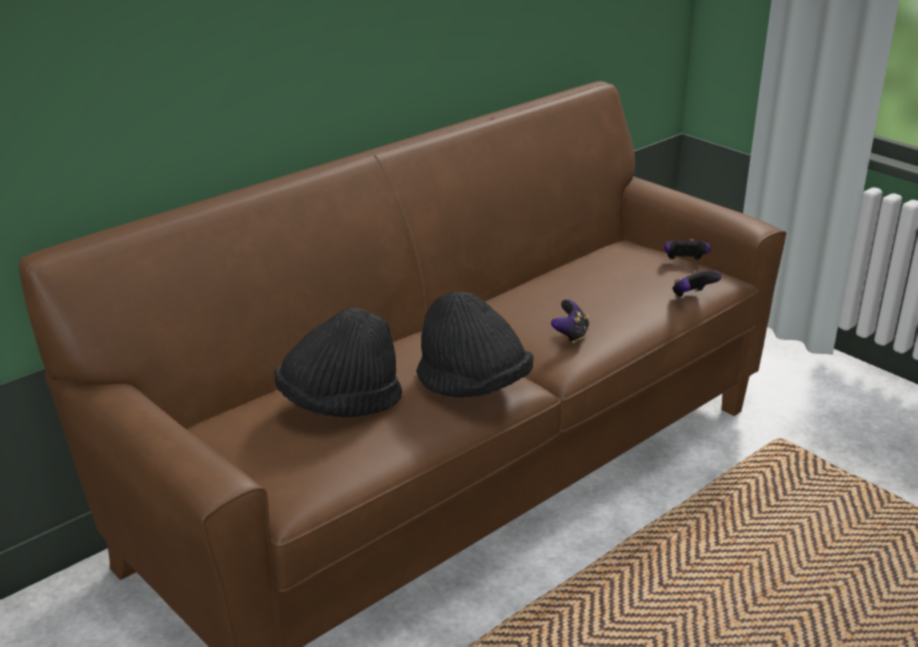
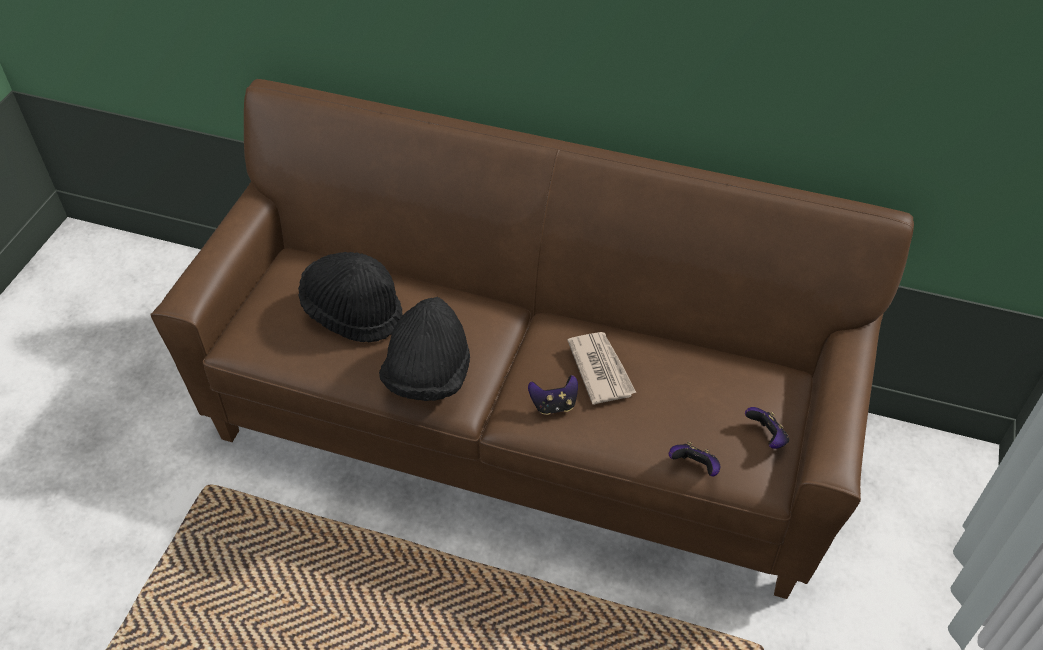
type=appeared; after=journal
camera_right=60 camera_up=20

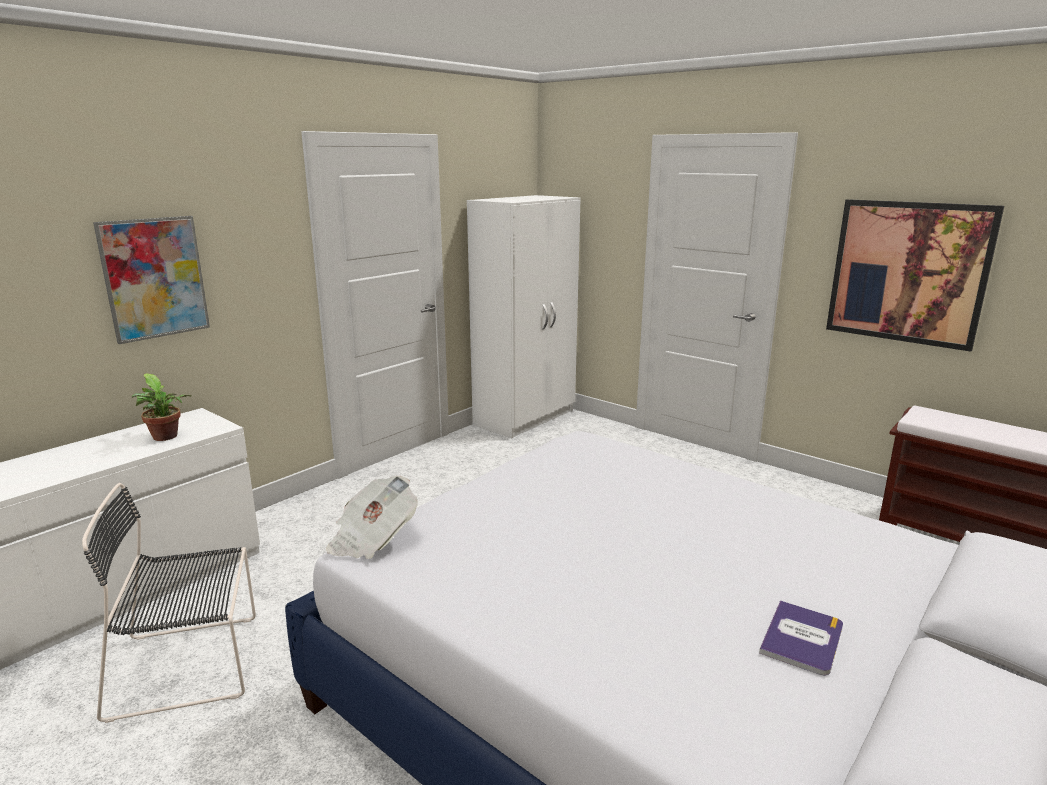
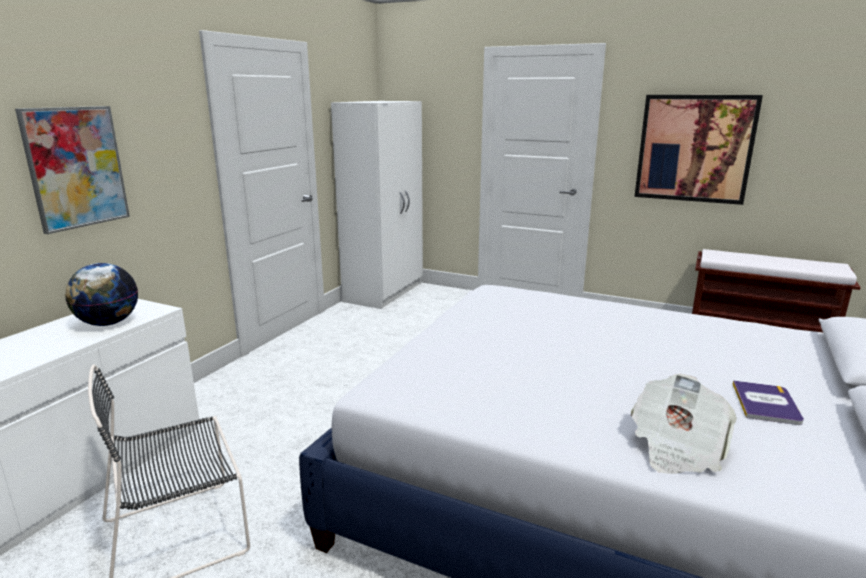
type=relocated; before=journal
type=exchanged; before=plante en pot; after=globe
camera_right=-15 camera_up=0

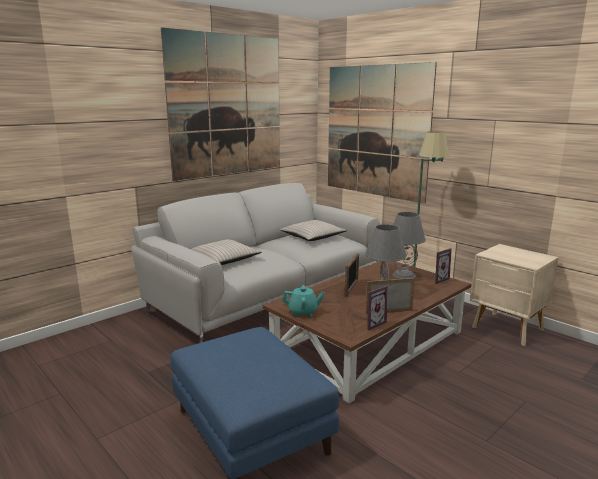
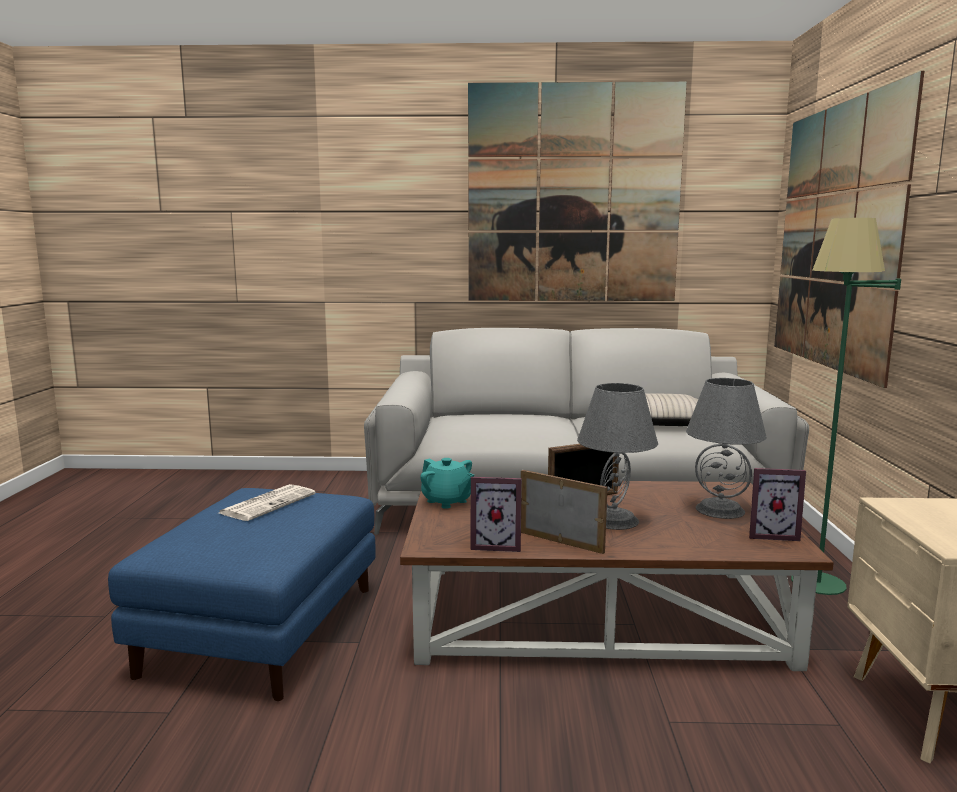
type=missing; before=coussin (beige) (no. 1 from left)
type=appeared; after=journal
camera_right=45 camera_up=-5

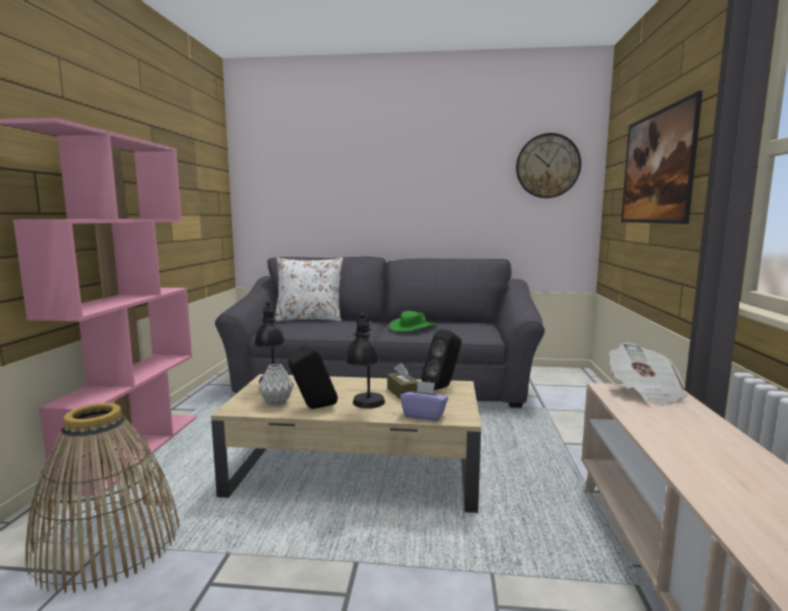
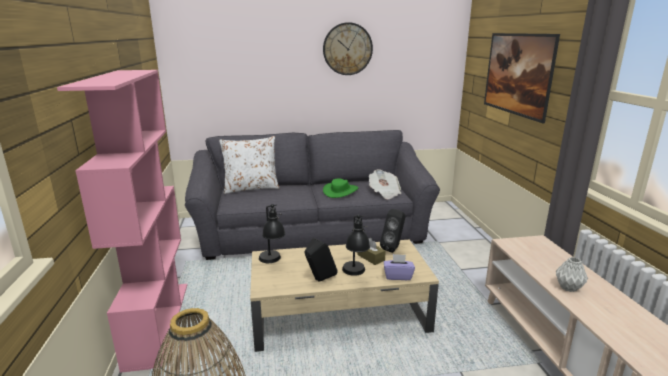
type=relocated; before=vase (gris)
type=relocated; before=horloge murale
type=relocated; before=journal
camera_right=-15 camera_up=10

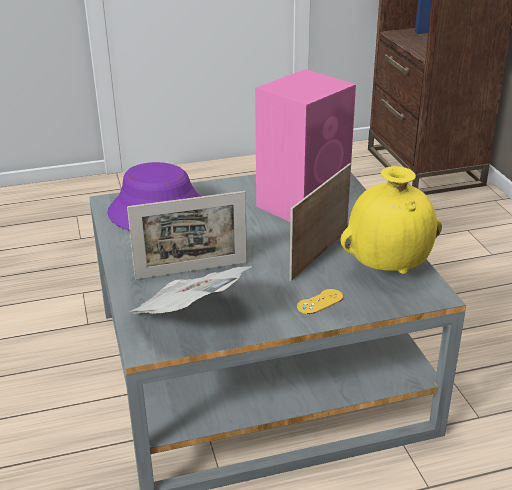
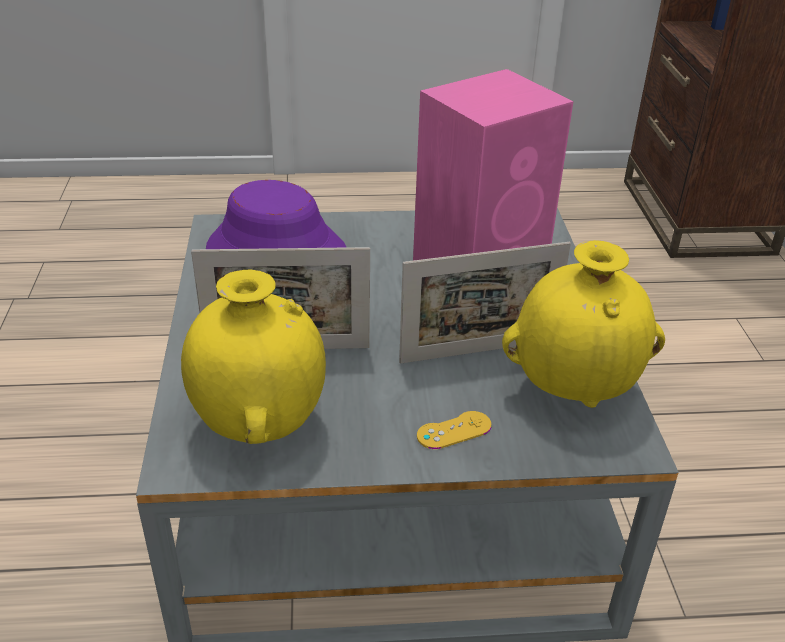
type=exchanged; before=journal; after=vase (jaune) (no. 1 from left)
type=spun; before=cadre photo (no. 2 from left); turn=-150
camera_right=10 camera_up=5

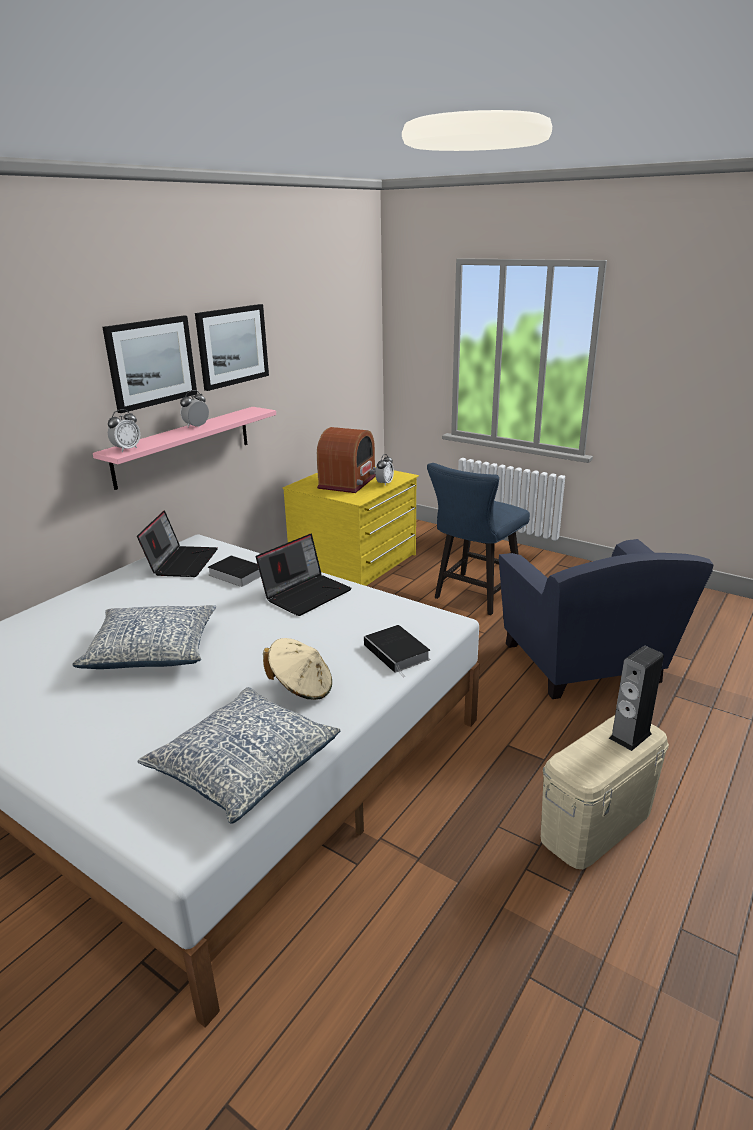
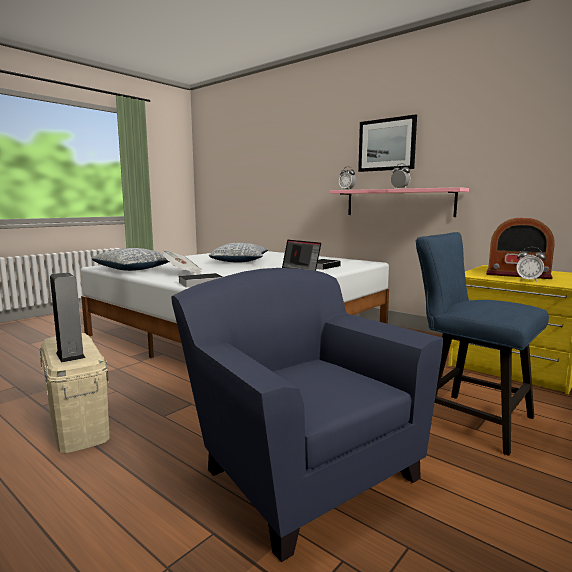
type=missing; before=ordinateur portable (no. 1 from left)
type=missing; before=tableau (no. 2 from left)
type=exchanged; before=chapeau (beige); after=journal
type=spun; before=fauteuil (bleu); turn=60
camera_right=95 camera_up=-15

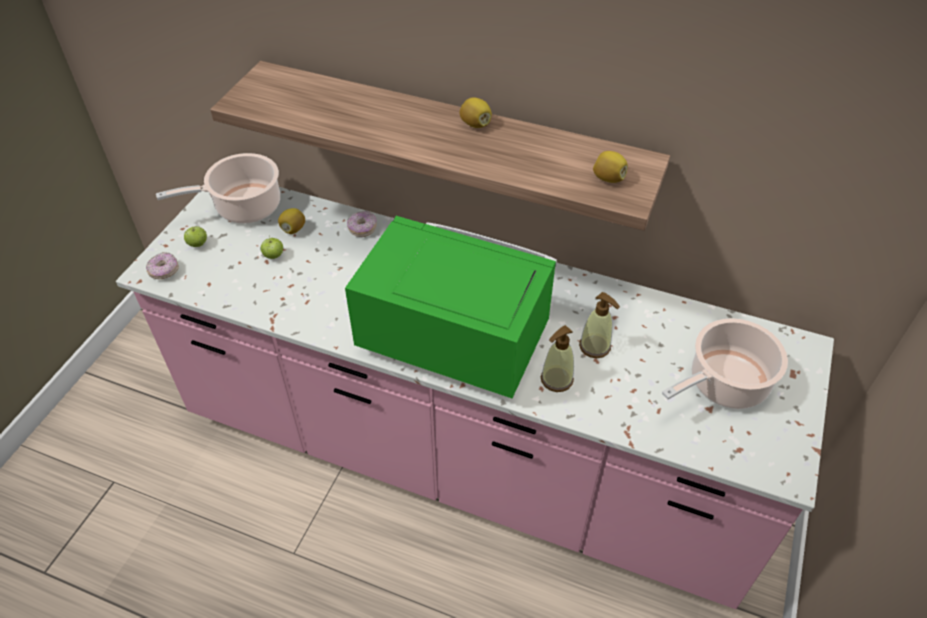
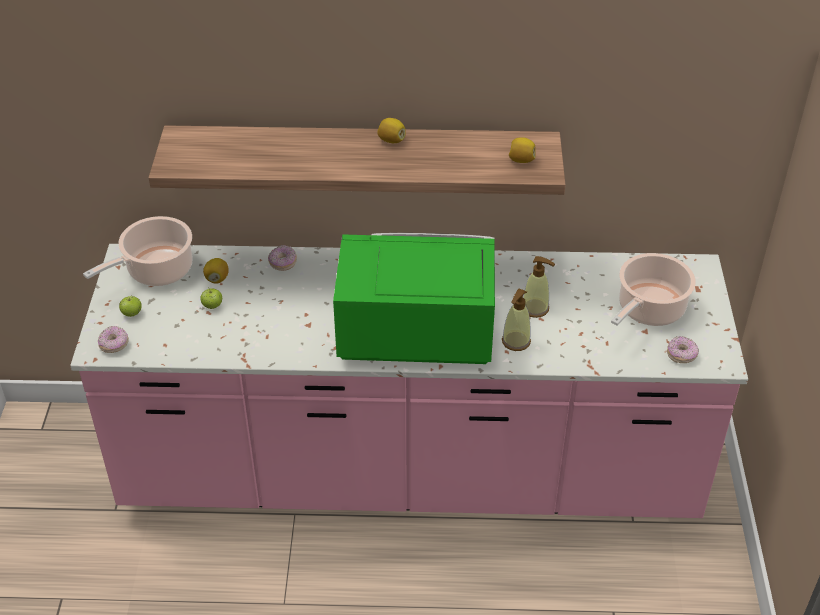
type=appeared; after=beignet (no. 3 from left)
camera_right=-20 camera_up=-5

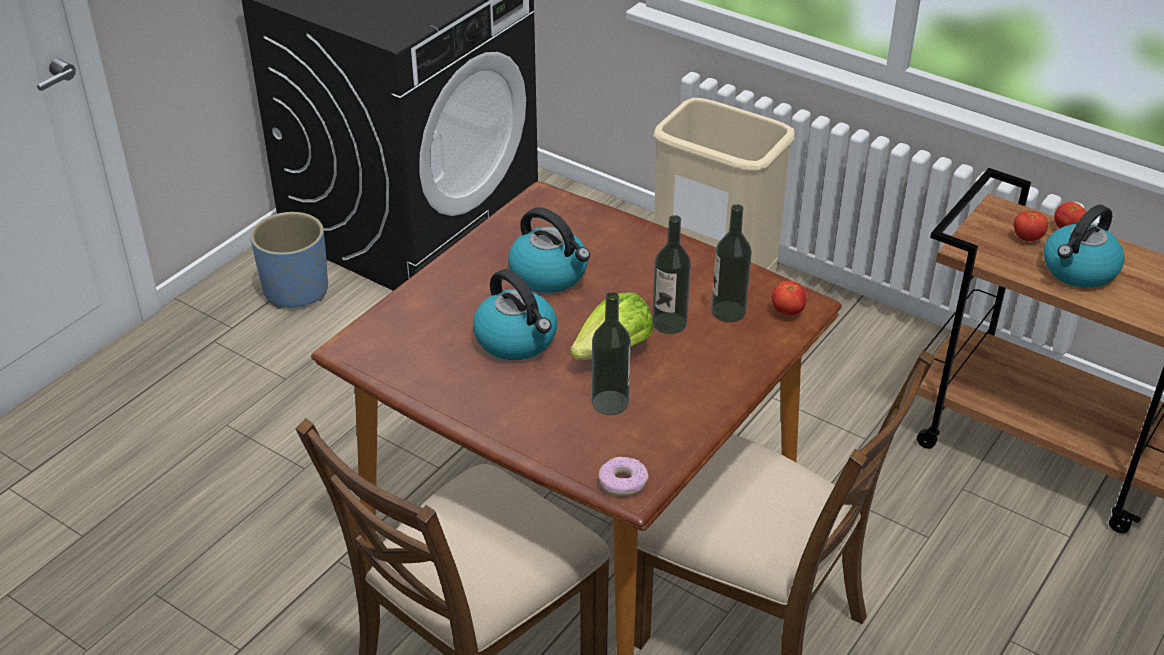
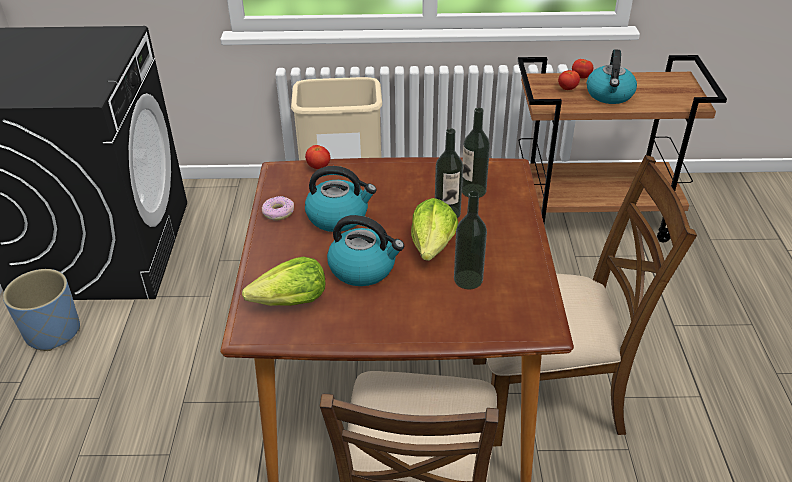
type=appeared; after=laitue (no. 1 from left)
type=relocated; before=beignet
type=relocated; before=tomate (no. 1 from left)
camera_right=-35 camera_up=0

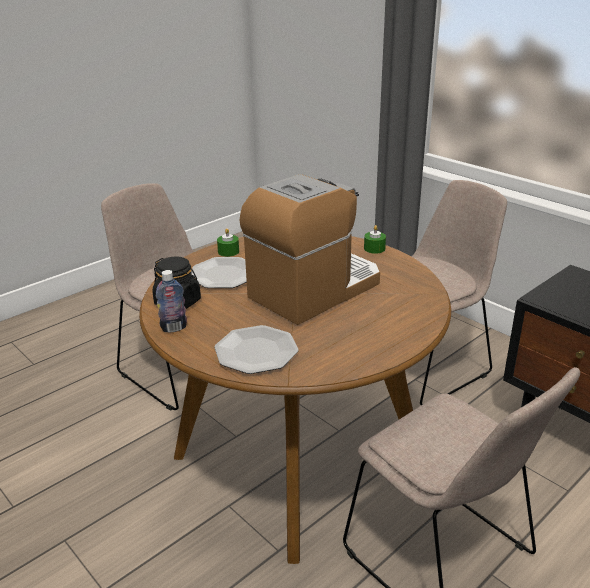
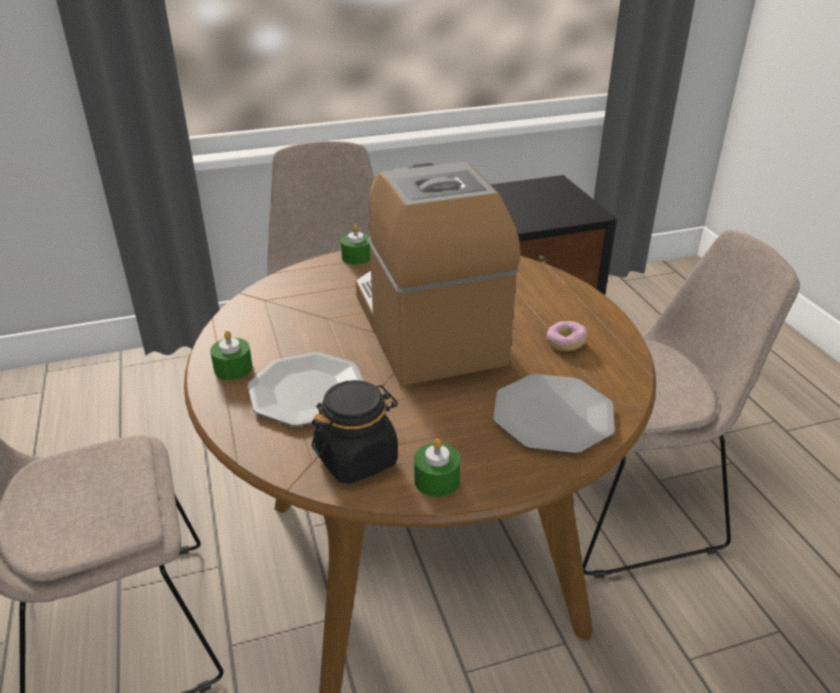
type=appeared; after=beignet
type=exchanged; before=bouteille; after=bougie (vert) (no. 3 from left)
camera_right=-65 camera_up=5

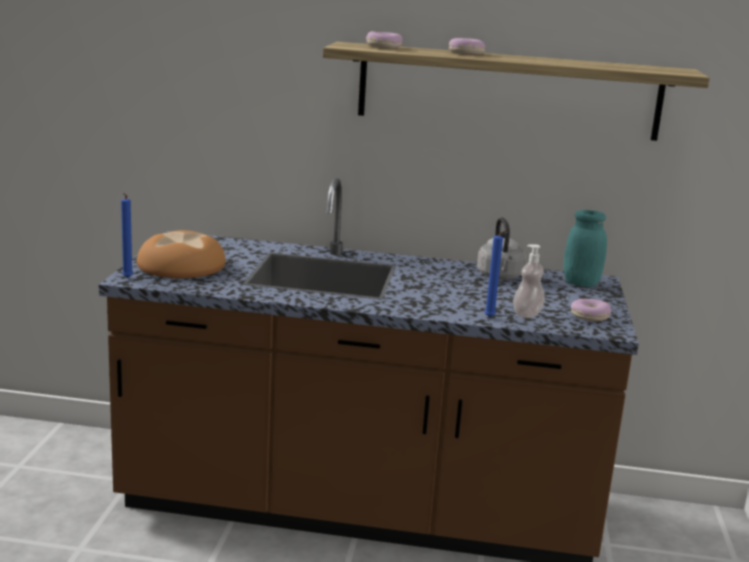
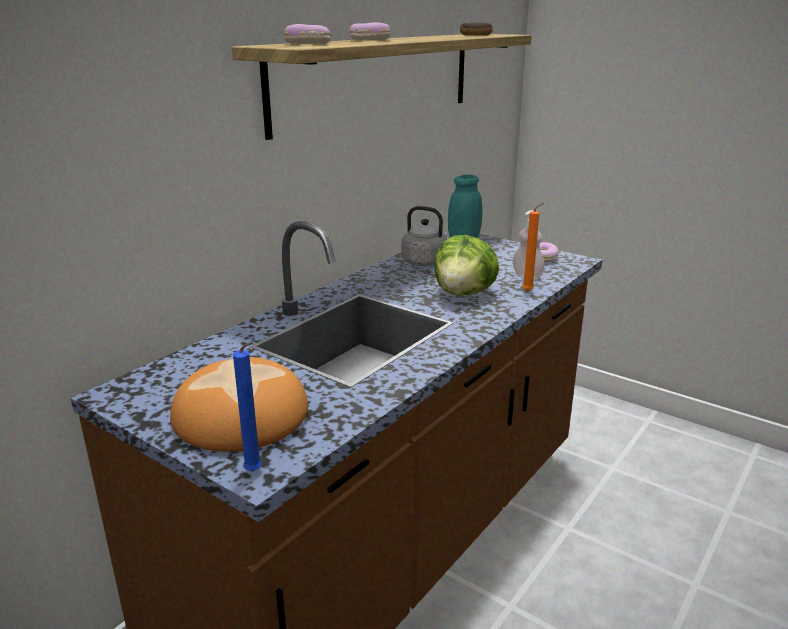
type=appeared; after=laitue
type=appeared; after=beignet (no. 3 from left)
type=colour; before=bougie (bleu) (no. 2 from left); after=bougie (orange)
camera_right=-60 camera_up=5

